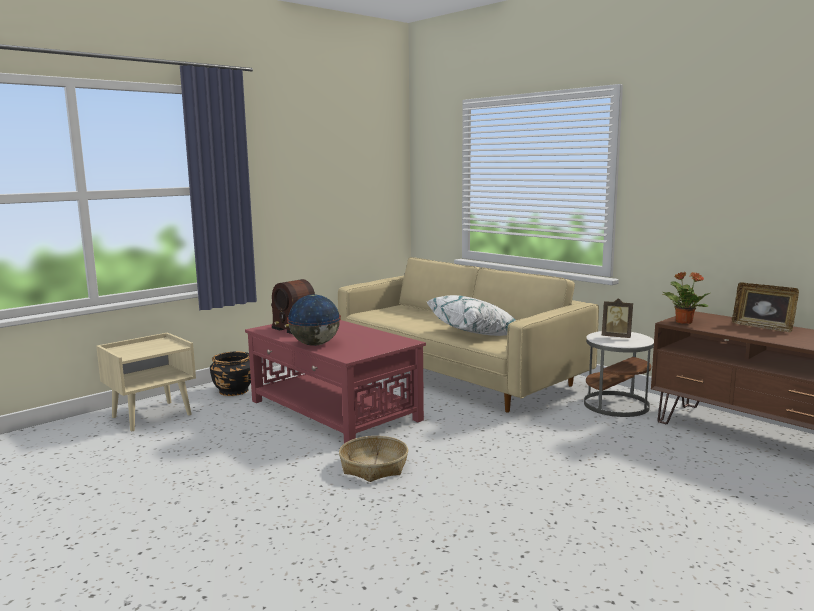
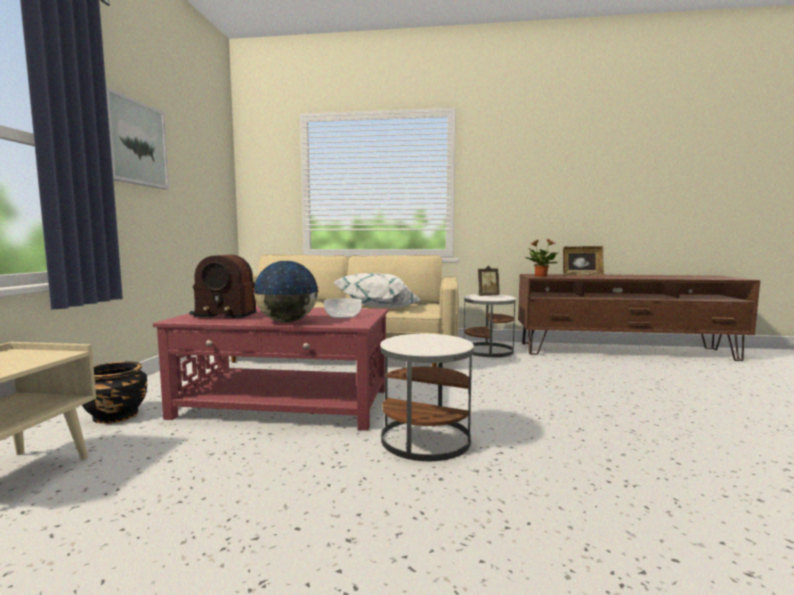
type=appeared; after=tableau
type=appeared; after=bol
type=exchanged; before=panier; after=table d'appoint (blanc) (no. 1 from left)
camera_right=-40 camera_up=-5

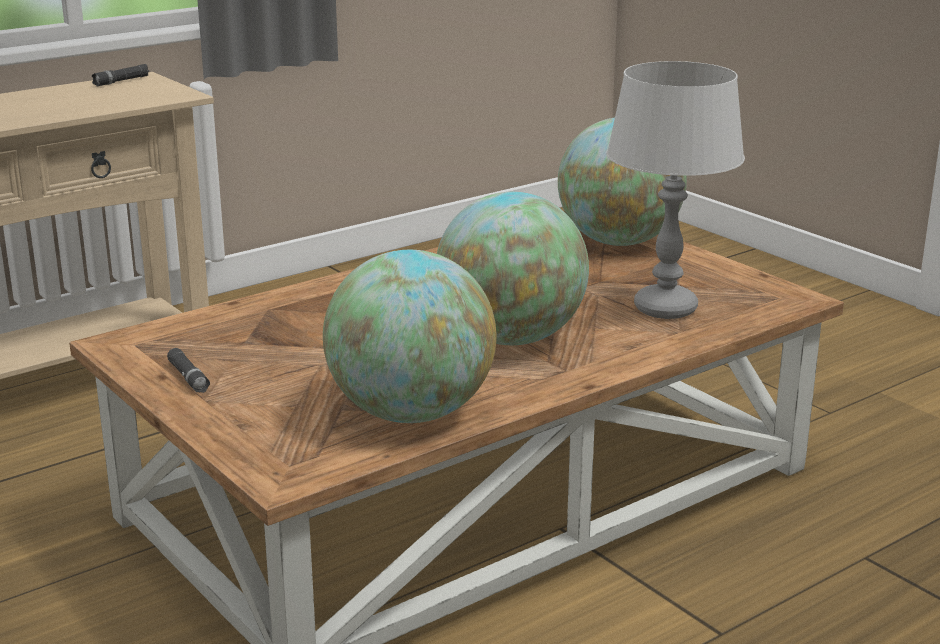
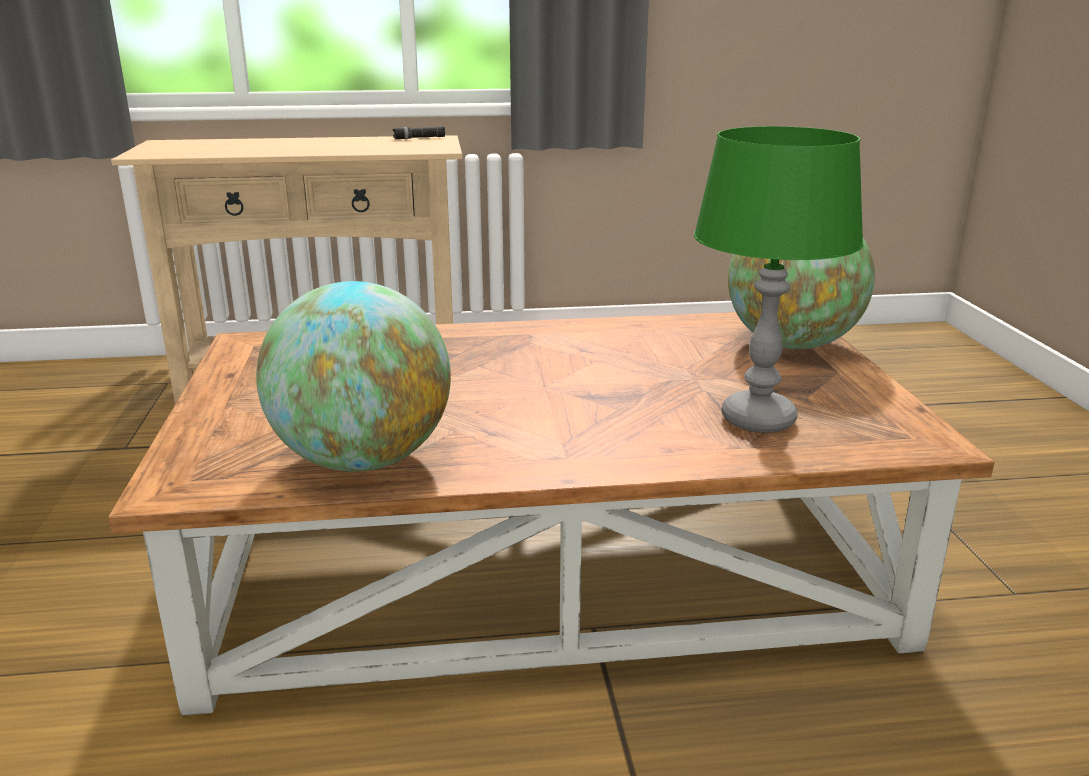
type=missing; before=lampe de poche (noir) (no. 2 from left)
type=missing; before=globe (no. 2 from left)
type=colour; before=lampe de table (gris); after=lampe de table (vert)
camera_right=30 camera_up=0

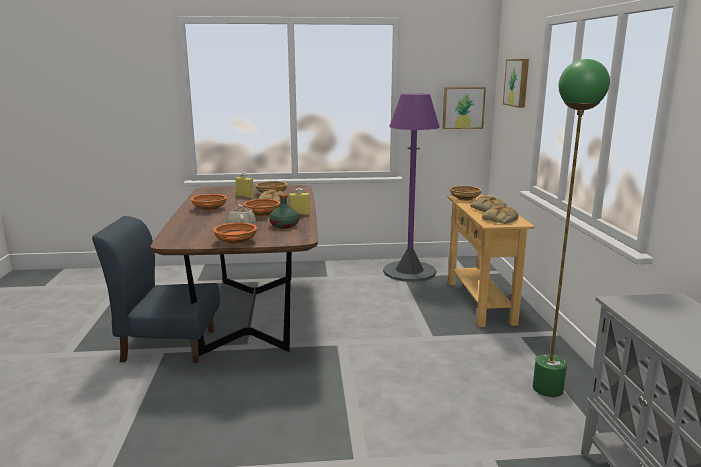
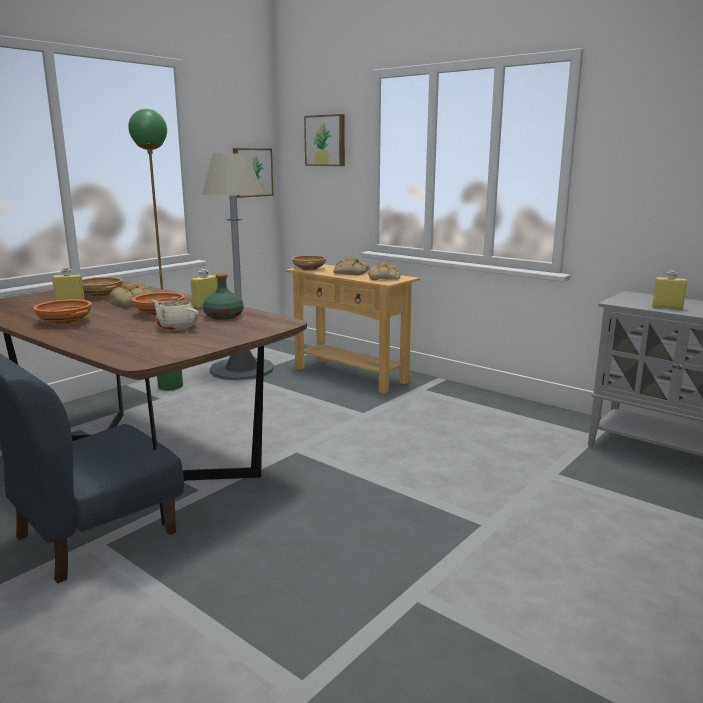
type=missing; before=bol (orange) (no. 2 from left)
type=appeared; after=bouteille (jaune) (no. 3 from left)
type=relocated; before=lampadaire (vert)
type=colour; before=lampadaire (violet); after=lampadaire (gris)
camera_right=-45 camera_up=0

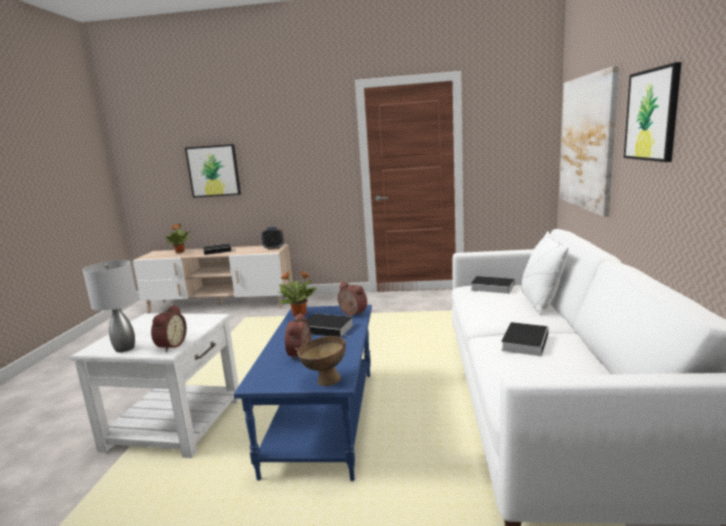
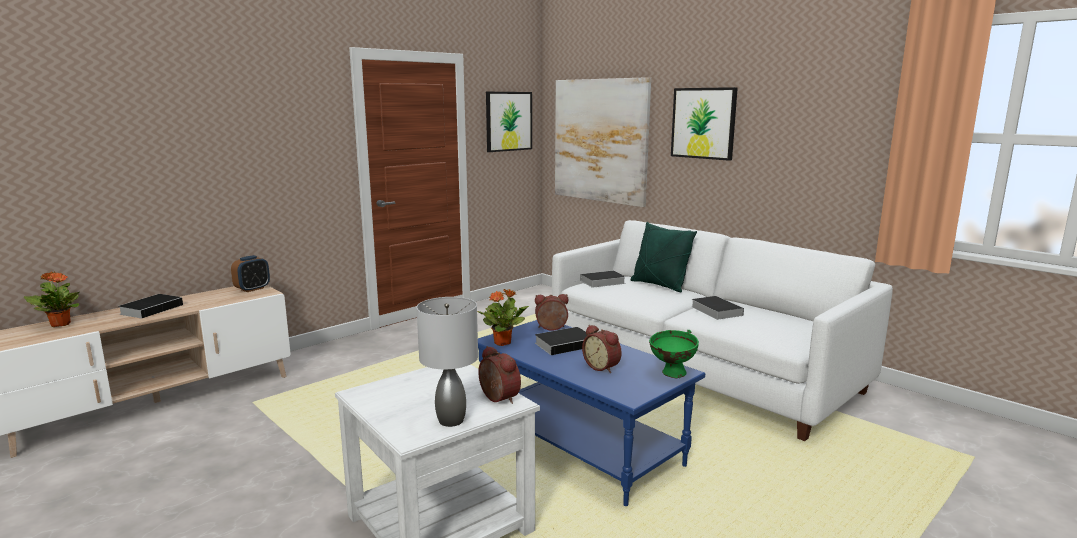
type=relocated; before=tableau (no. 1 from left)
type=colour; before=bol (marron); after=bol (vert)
type=colour; before=coussin (blanc); after=coussin (vert)
camera_right=-50 camera_up=0

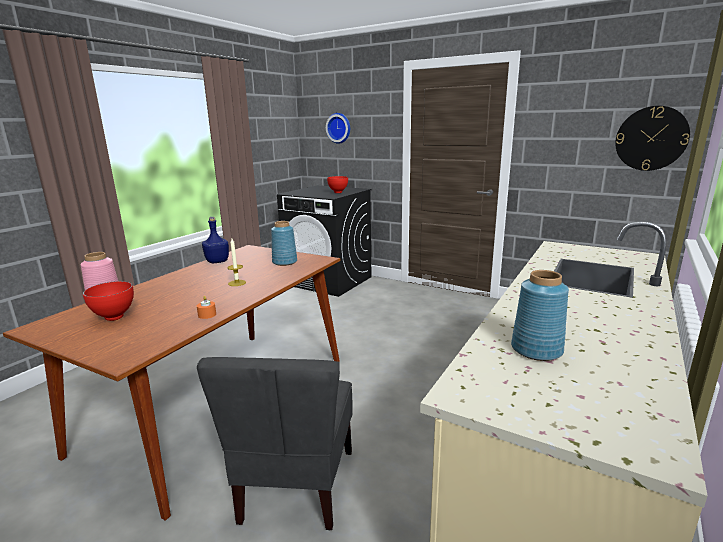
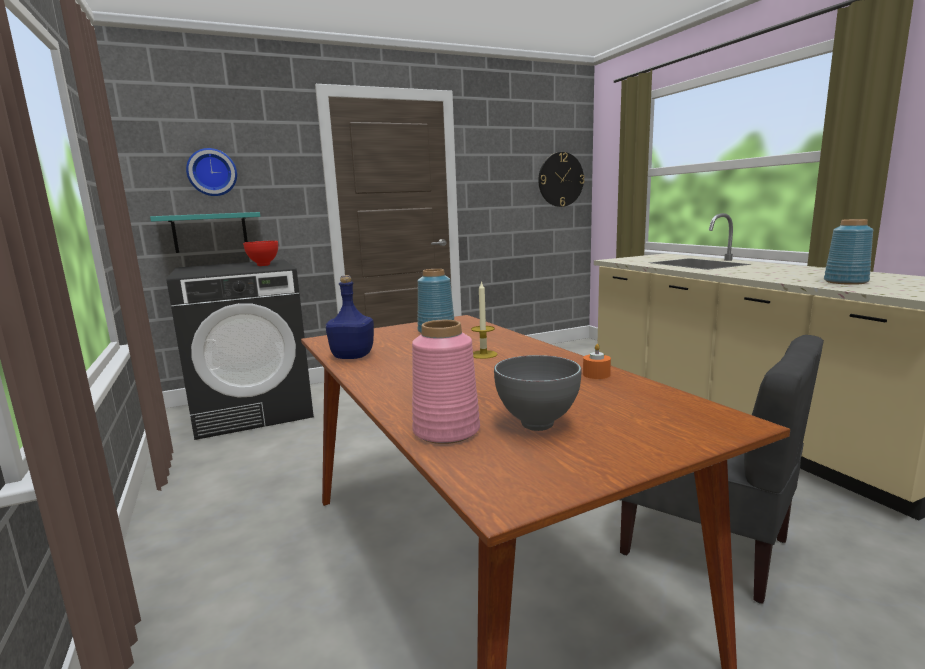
type=appeared; after=étagère (turquoise)
type=colour; before=bol (rouge) (no. 1 from left); after=bol (gris)
camera_right=-55 camera_up=-5

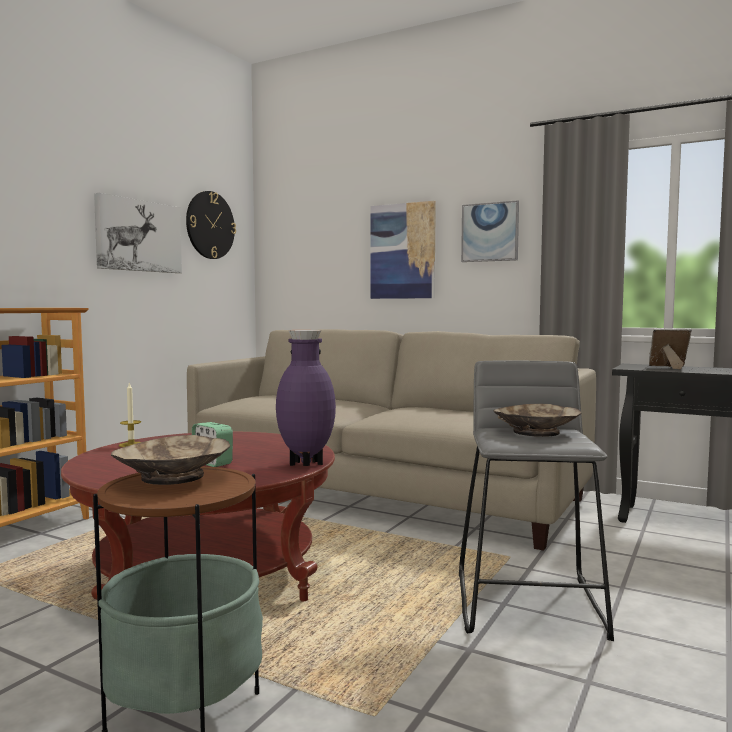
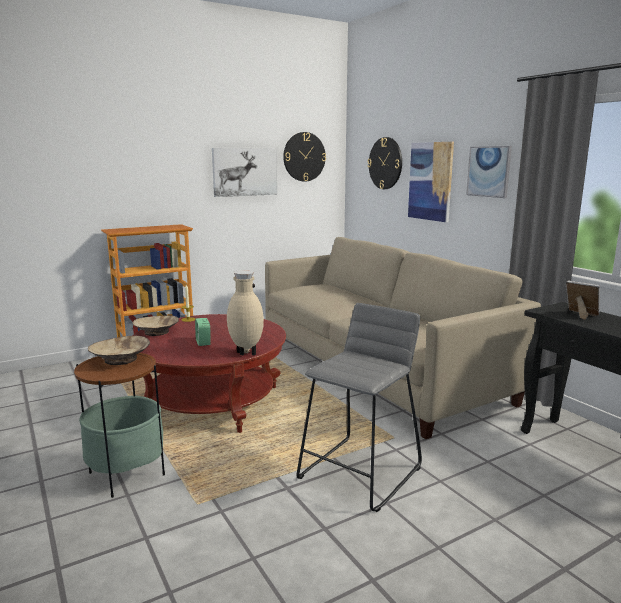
type=appeared; after=horloge murale (no. 2 from left)
type=relocated; before=bol (beige) (no. 2 from left)
type=colour; before=vase (violet); after=vase (beige)
camera_right=30 camera_up=10

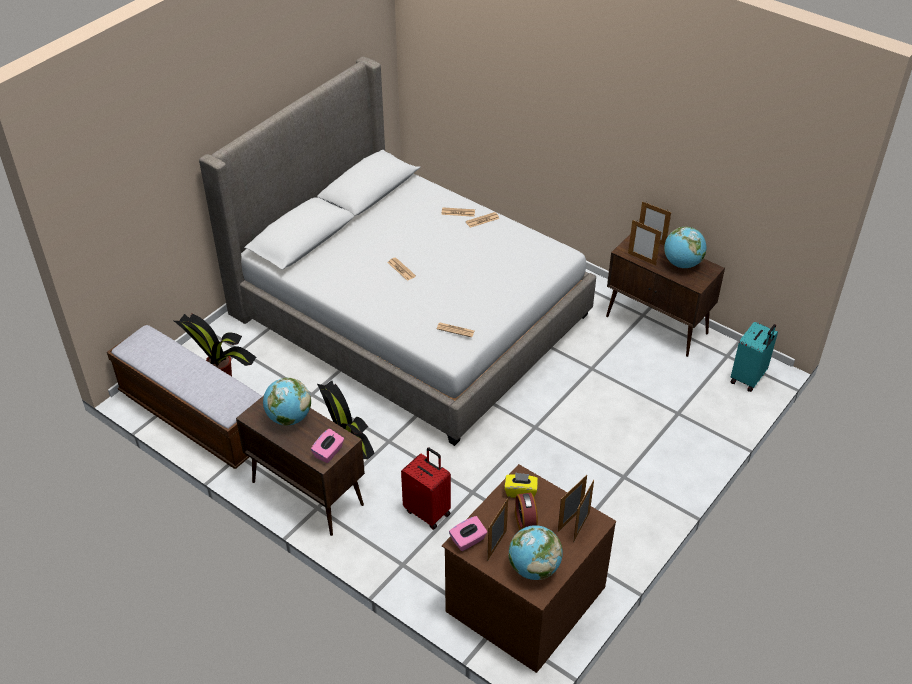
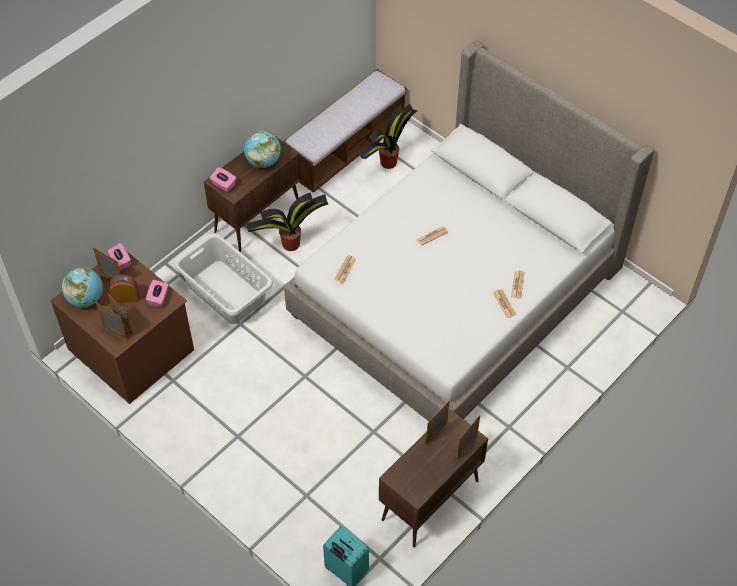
type=missing; before=globe (no. 3 from left)
type=exchanged; before=valise (rouge); after=panier à linge (gris)
type=colour; before=boîte à mouchoirs (jaune); after=boîte à mouchoirs (rose) (no. 2 from left)
camera_right=95 camera_up=10

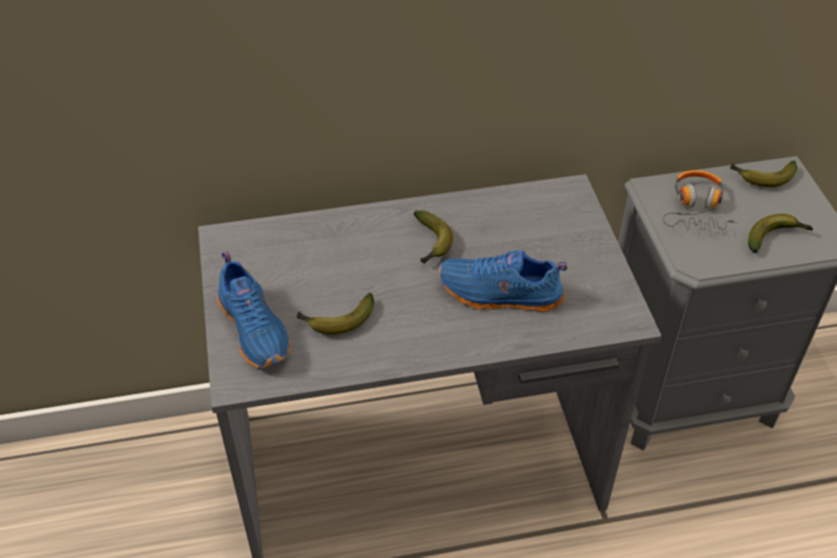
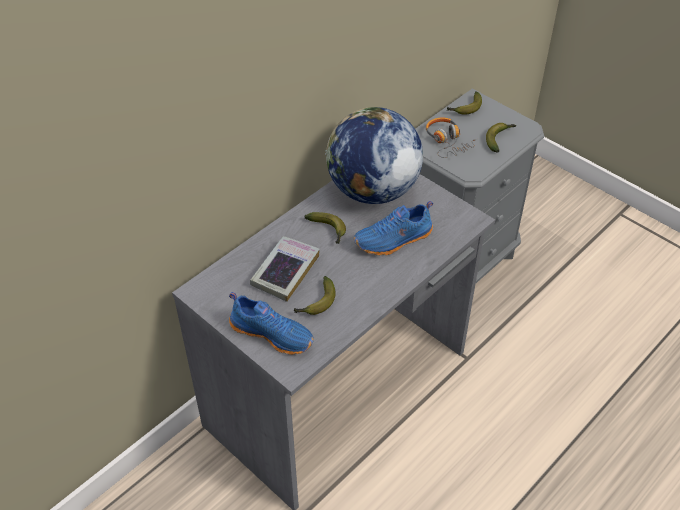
type=appeared; after=livre
type=appeared; after=globe
camera_right=-35 camera_up=0

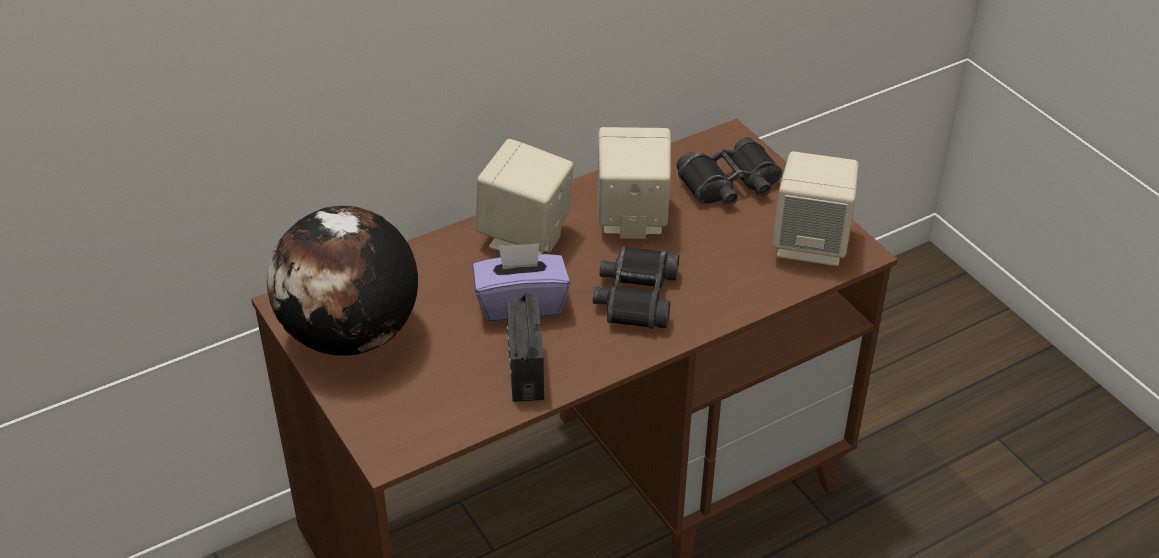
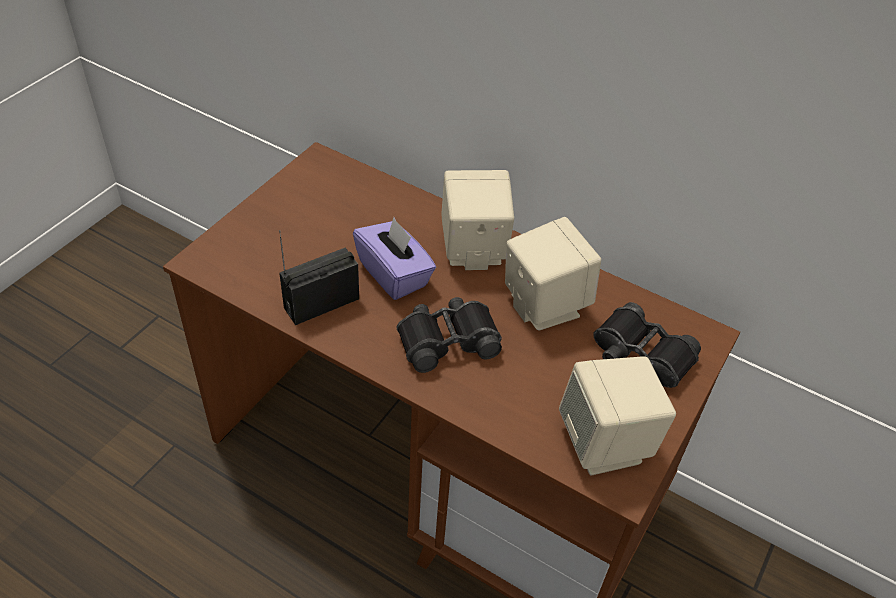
type=missing; before=globe
camera_right=60 camera_up=5

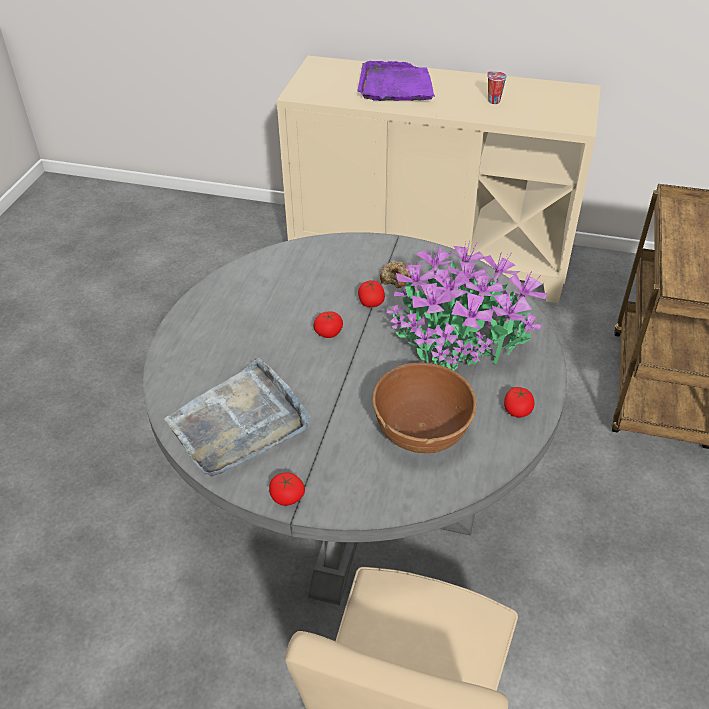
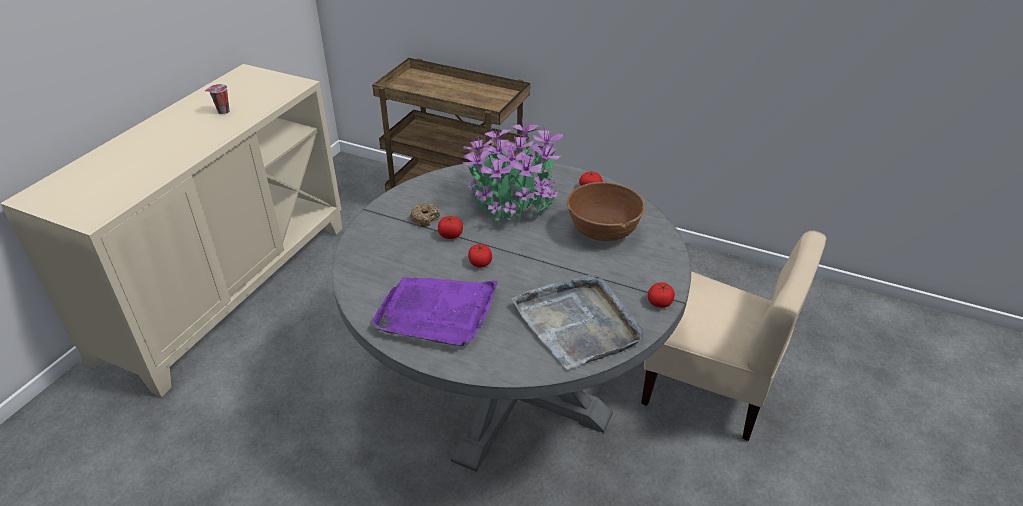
type=relocated; before=plateau (violet)
camera_right=-80 camera_up=-5

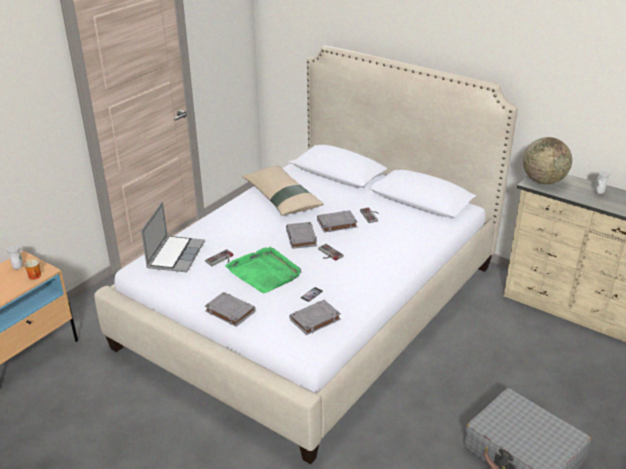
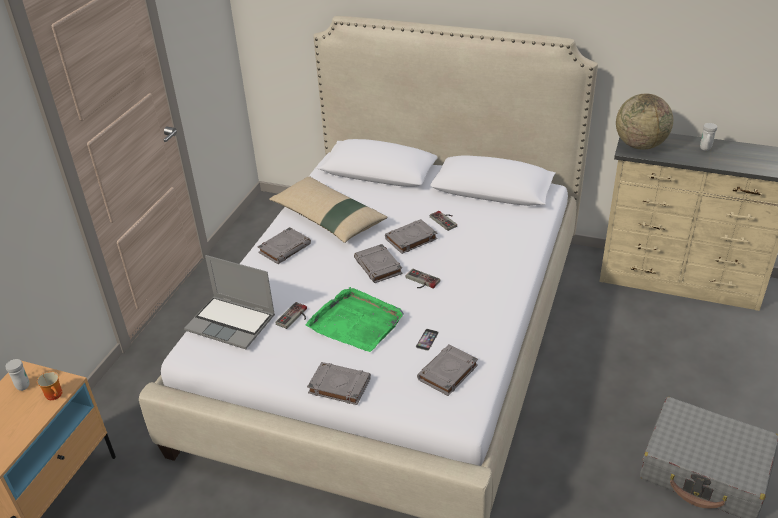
type=appeared; after=livre (gris) (no. 1 from left)
type=spun; before=ordinateur portable; turn=120
camera_right=-15 camera_up=5

